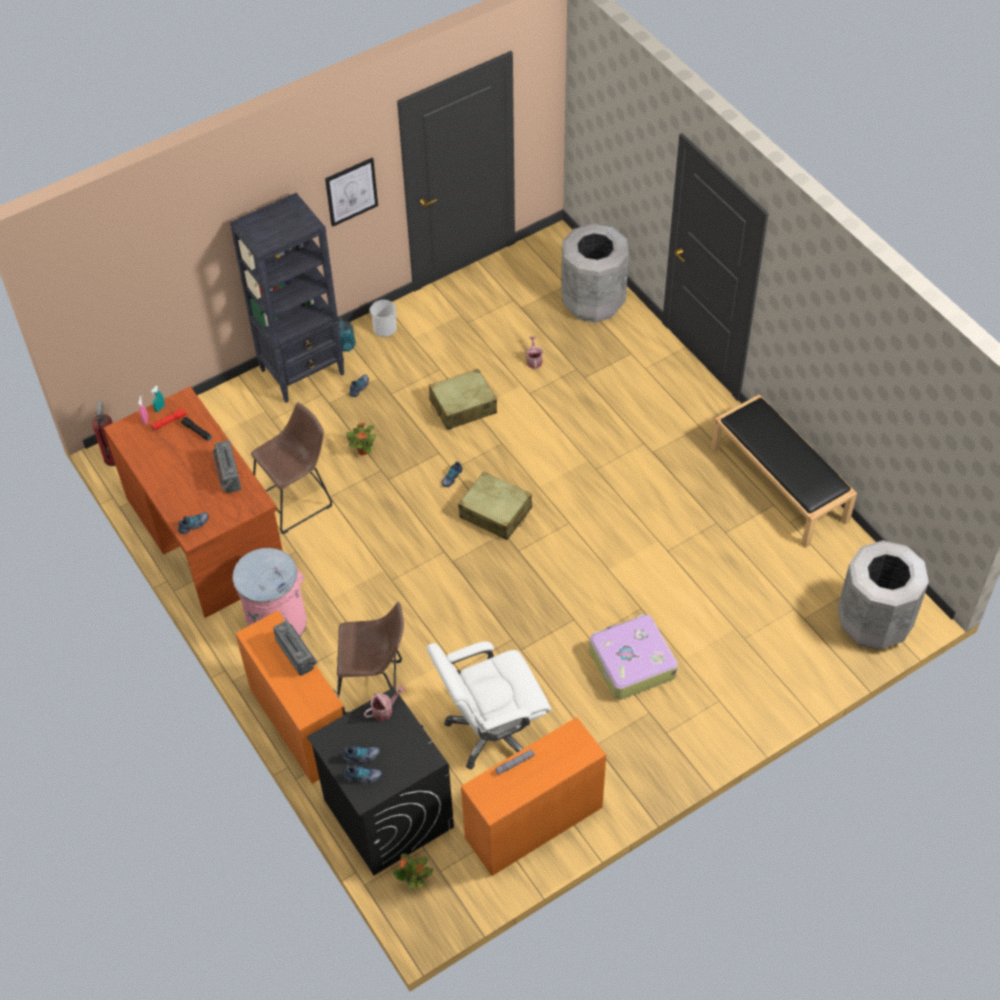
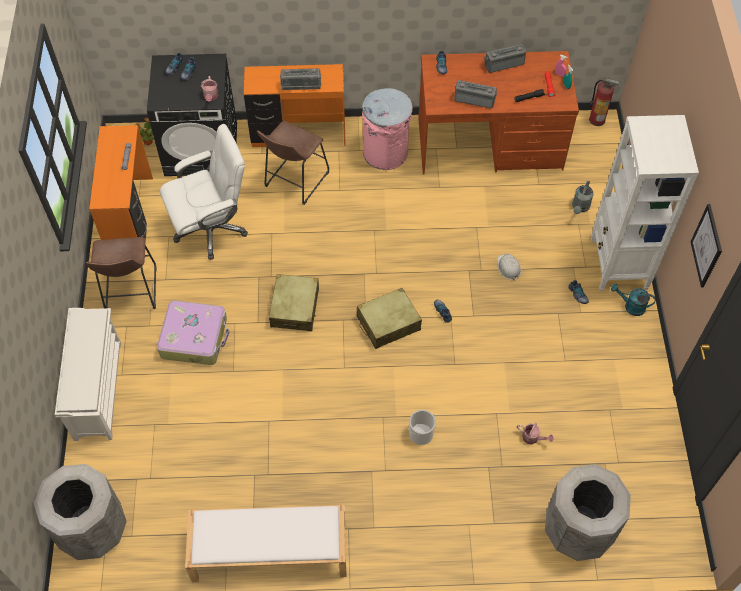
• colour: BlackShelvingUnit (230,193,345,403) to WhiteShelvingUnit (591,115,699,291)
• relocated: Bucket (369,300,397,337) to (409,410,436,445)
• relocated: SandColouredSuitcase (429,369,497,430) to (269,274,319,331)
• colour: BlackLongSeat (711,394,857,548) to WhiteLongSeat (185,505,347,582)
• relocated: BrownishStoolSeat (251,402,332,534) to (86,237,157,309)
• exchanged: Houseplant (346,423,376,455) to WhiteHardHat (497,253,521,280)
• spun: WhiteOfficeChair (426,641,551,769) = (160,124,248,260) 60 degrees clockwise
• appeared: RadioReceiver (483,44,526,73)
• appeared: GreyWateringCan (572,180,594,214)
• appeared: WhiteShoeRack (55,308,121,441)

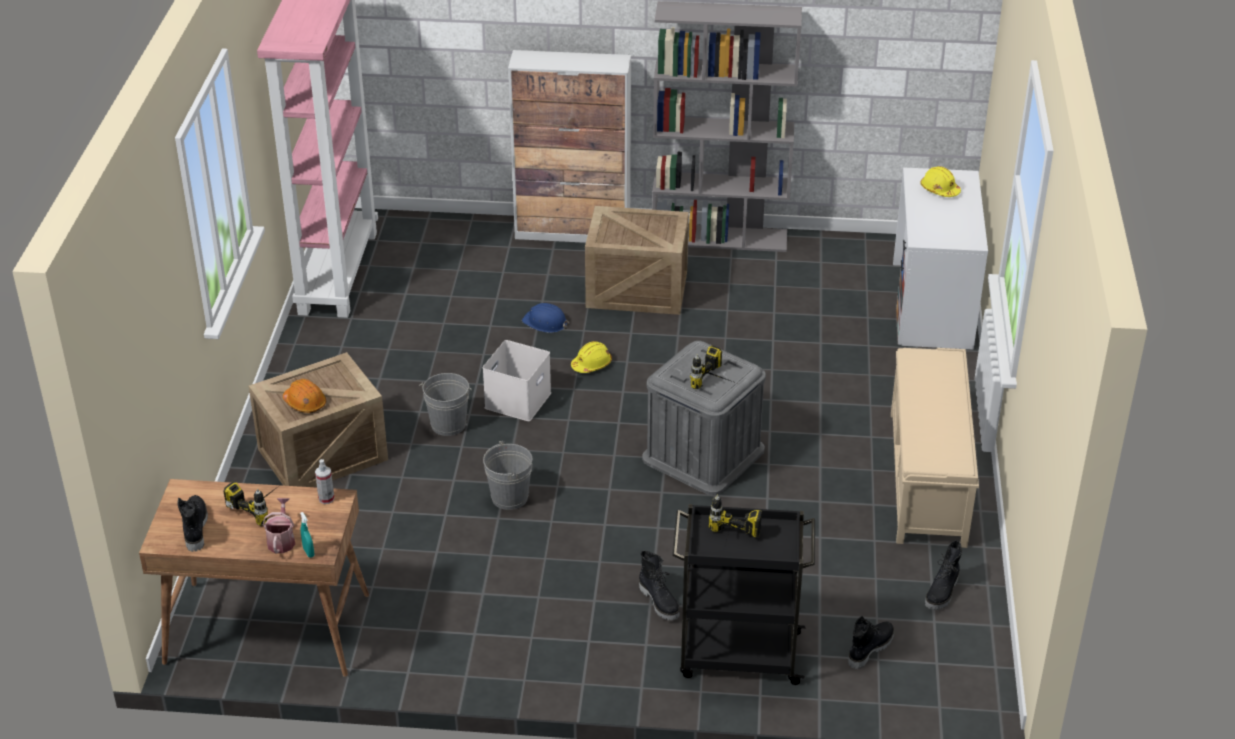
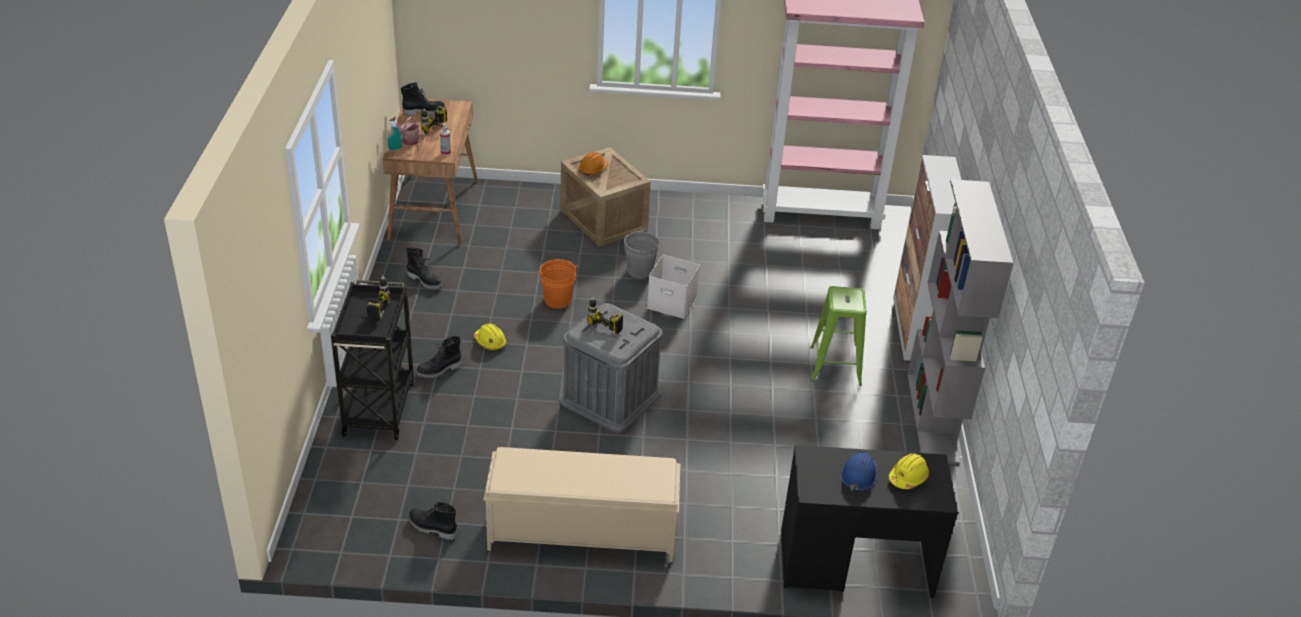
• colour: WhiteDeskTable (893,167,988,350) to BlackDeskTable (781,445,958,598)
• exchanged: Crate (585,206,689,315) to GreenStoolSeat (810,286,867,386)
• relocated: BlueColouredHardHat (522,303,569,333) to (841,452,877,491)
• relocated: YellowHardHat (571,341,612,373) to (474,323,506,350)
• colour: GreyBucket (483,441,532,510) to OrangeyBucket (537,259,578,309)
• spun: WateringCan (262,498,295,553) = (389,116,425,145) 150 degrees counterclockwise
• relocated: BlackTallBoot (848,616,894,669) to (406,248,442,290)

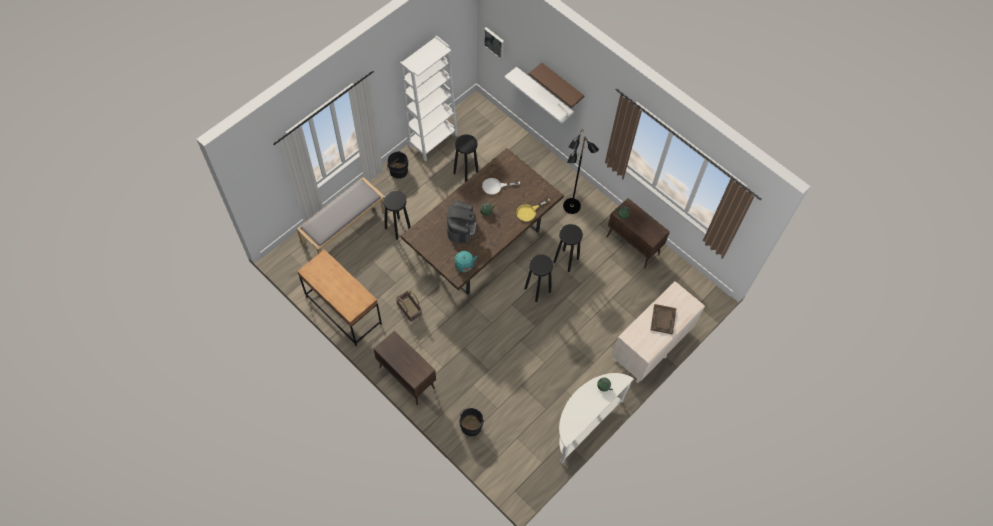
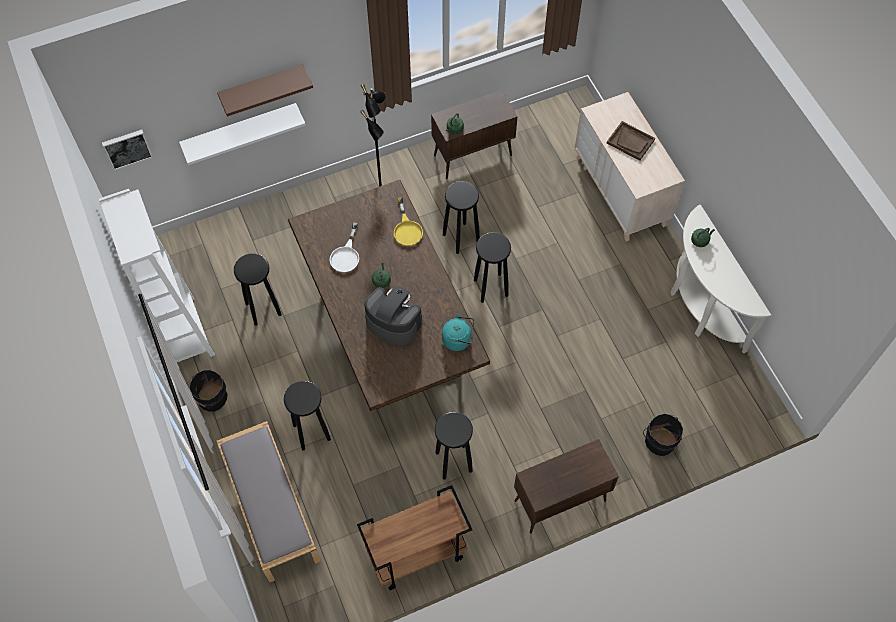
• exchanged: BrownishDeskTable (297,249,382,346) to BrownishTrolley (357,485,472,590)
• exchanged: StorageBasket (396,290,422,322) to BlackStoolSeat (435,412,473,480)

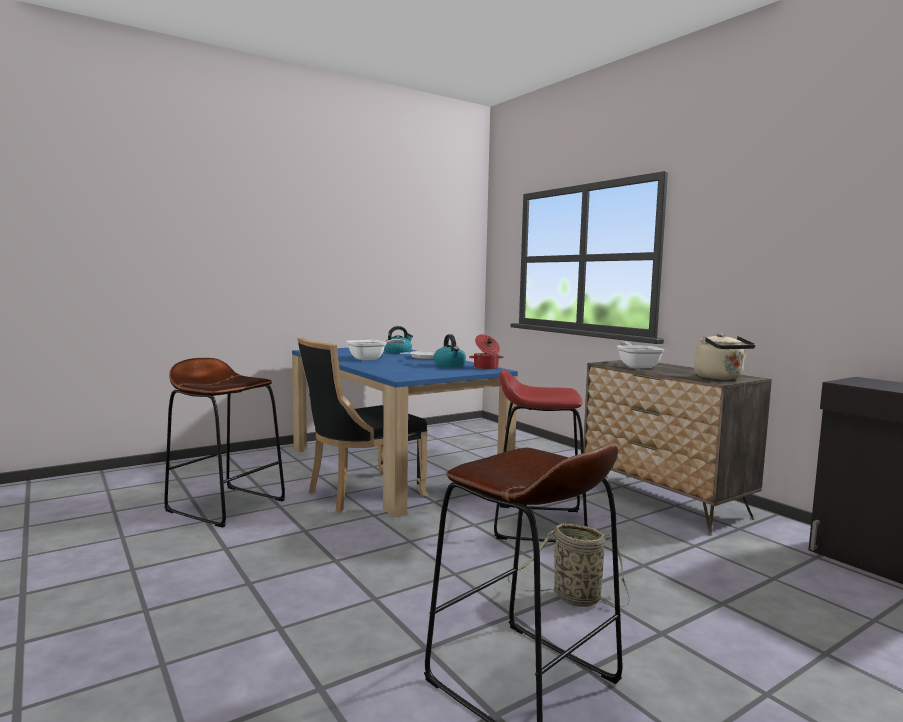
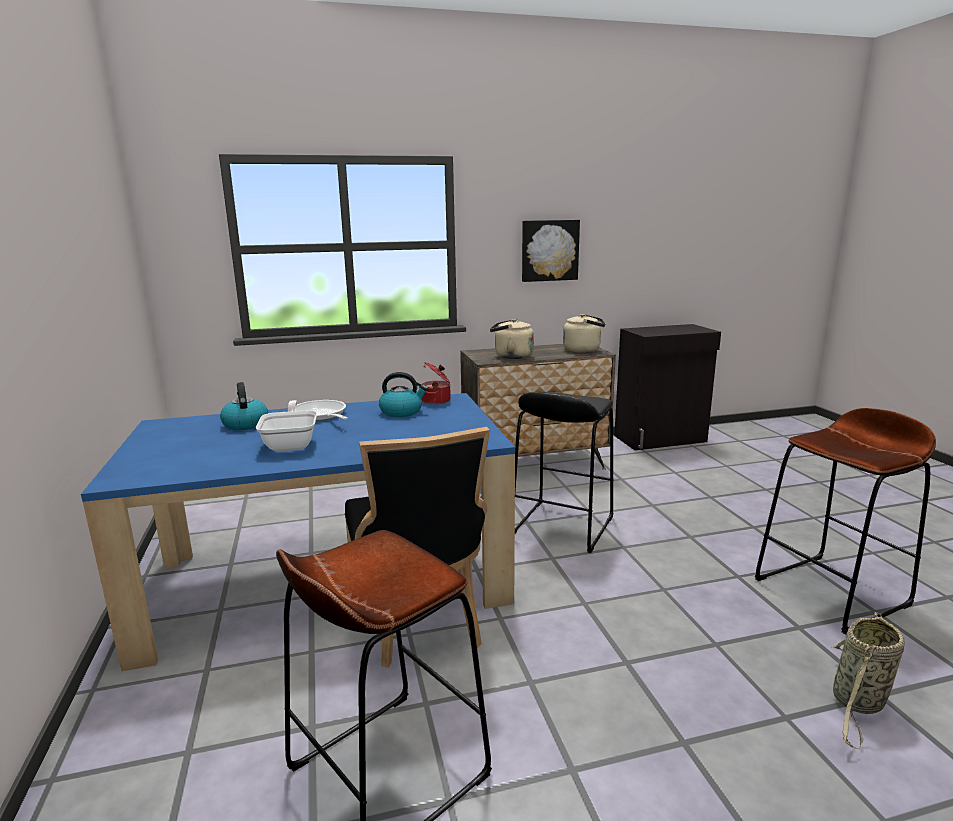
• exchanged: Pan (617,342,665,368) to SandColouredTeaKettle (490,319,534,359)
• colour: RedColouredStoolSeat (494,370,588,542) to BlackStoolSeat (515,392,614,553)
• relocated: StorageBasket (507,524,629,607) to (831,612,905,749)
• appeared: WallArt (522,220,580,282)

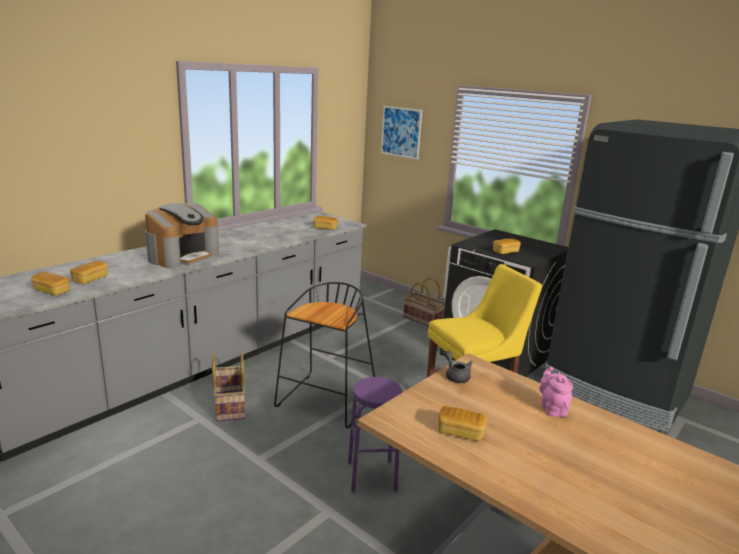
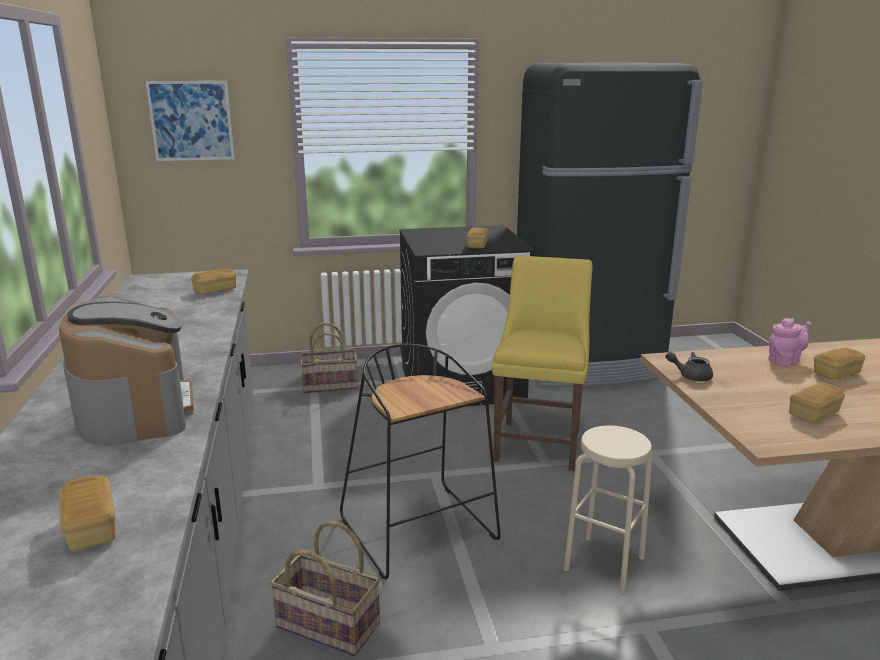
• relocated: Bread (31,272,70,296) to (814,348,865,380)
• spun: PinkishTeaPot (539,367,573,417) = (768,318,812,366) 120 degrees clockwise
• colour: PurplishStoolSeat (348,377,402,493) to SandColouredStoolSeat (564,425,652,593)

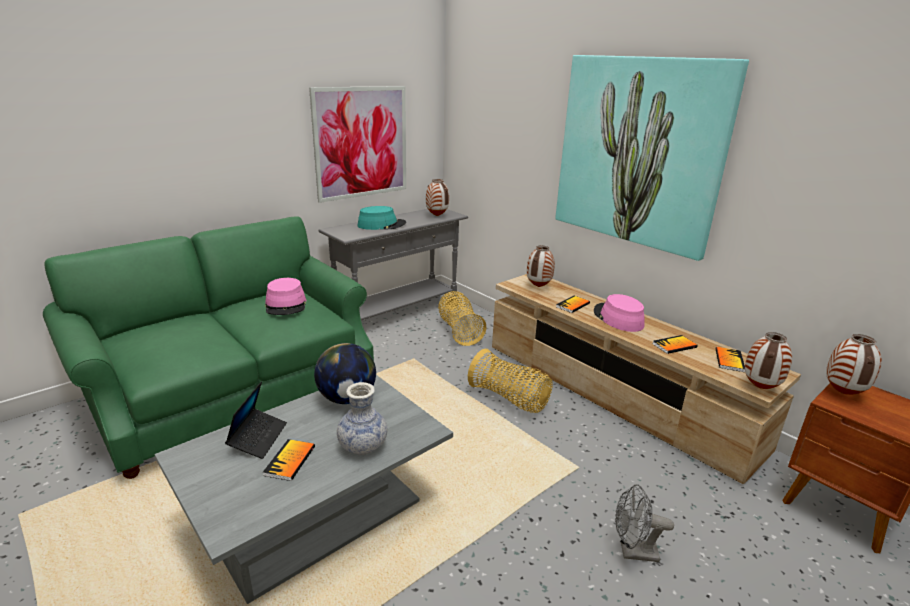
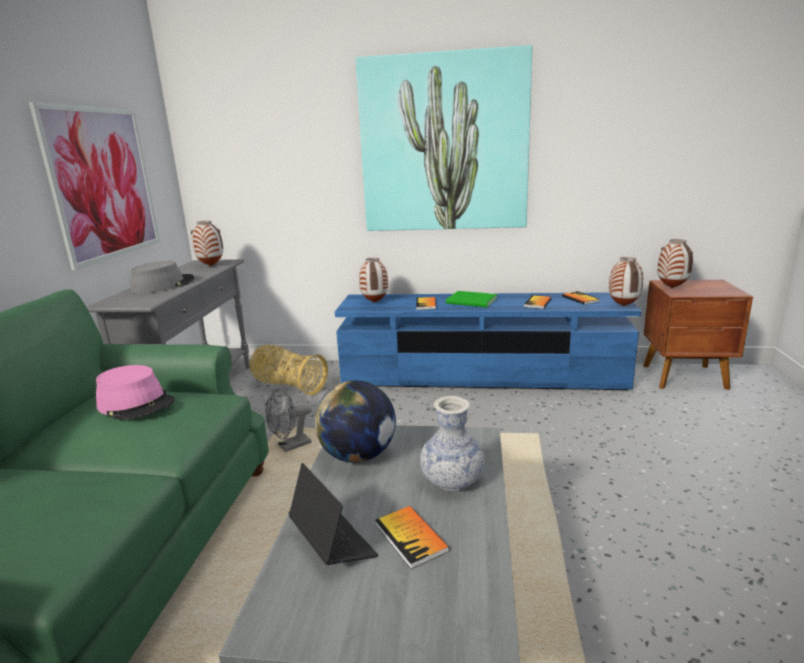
• colour: TurquoiseClothingHat (358,206,406,230) to GreyClothingHat (131,261,194,294)
• colour: SandColouredTvUnit (492,274,801,484) to BlueColouredTvUnit (335,292,641,390)
• exchanged: PinkishClothingHat (594,294,645,332) to GreenBook (446,291,497,307)
• missing: StorageBasket (468,349,553,413)
• relocated: GreyFan (615,484,674,562) to (265,389,312,452)

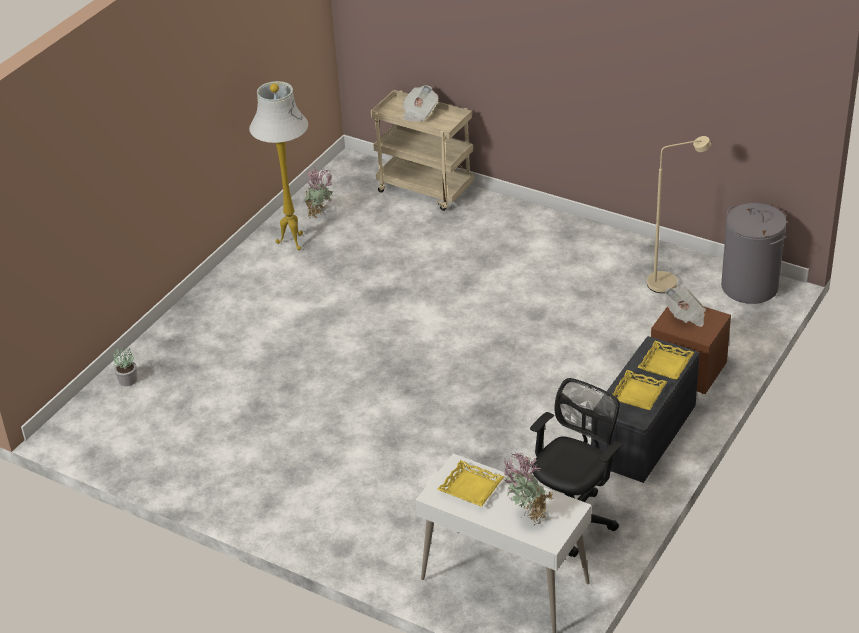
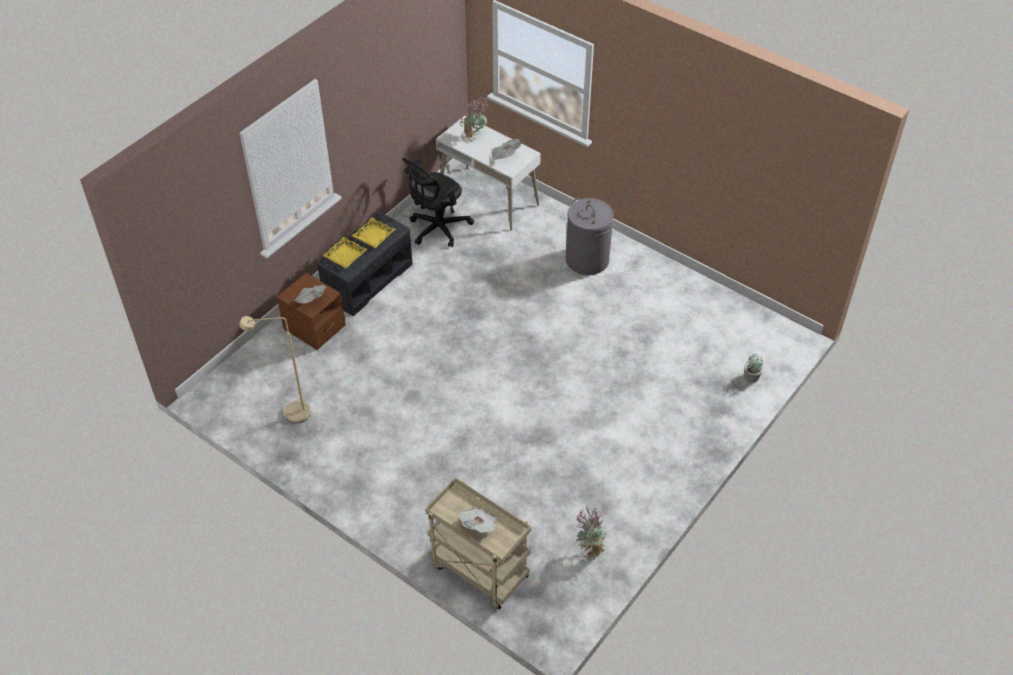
• missing: WhiteFloorLamp (249,81,308,250)
• relocated: GreyHamper (721,203,787,304) to (566,198,614,275)
• exchanged: YellowServingTray (437,460,504,507) to Newspaper (491,139,521,160)

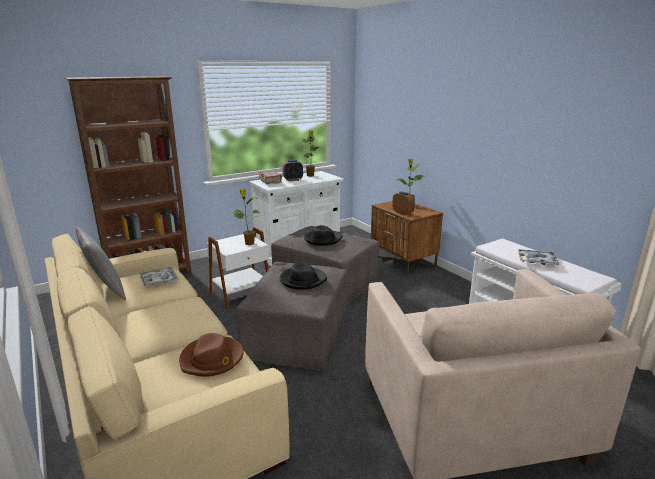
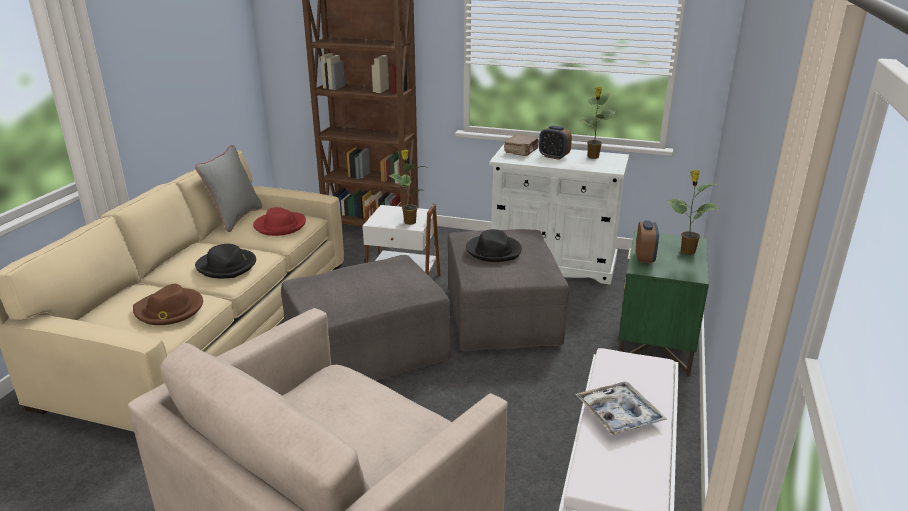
• colour: BrownishNightstand (371,201,443,277) to GreenNightstand (618,230,709,377)
• relocated: BlackClothingHat (279,262,327,290) to (195,244,256,278)
• exchanged: ServingTray (139,267,179,287) to RedColouredClothingHat (253,207,306,236)

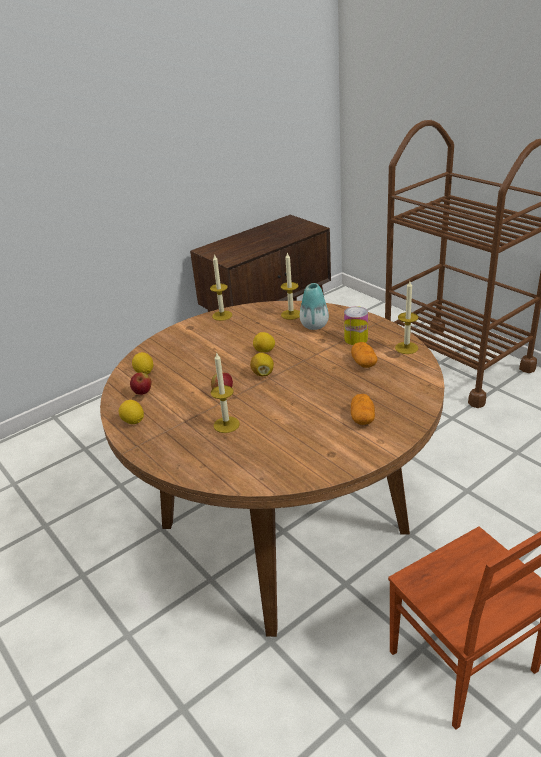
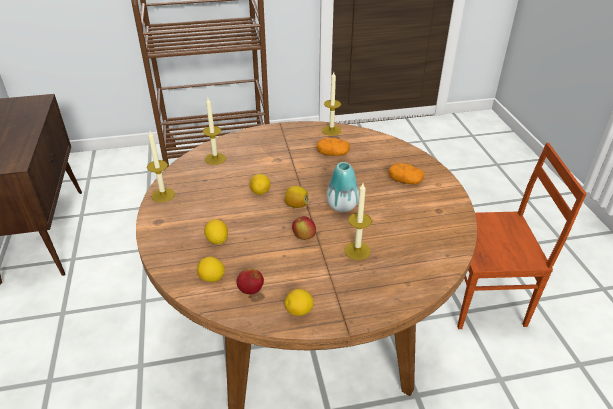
• relocated: Vase (300,283,329,330) to (327,162,359,212)
• missing: SealedCan (344,306,368,345)
• appeared: CitrusFruit (204,219,228,244)

